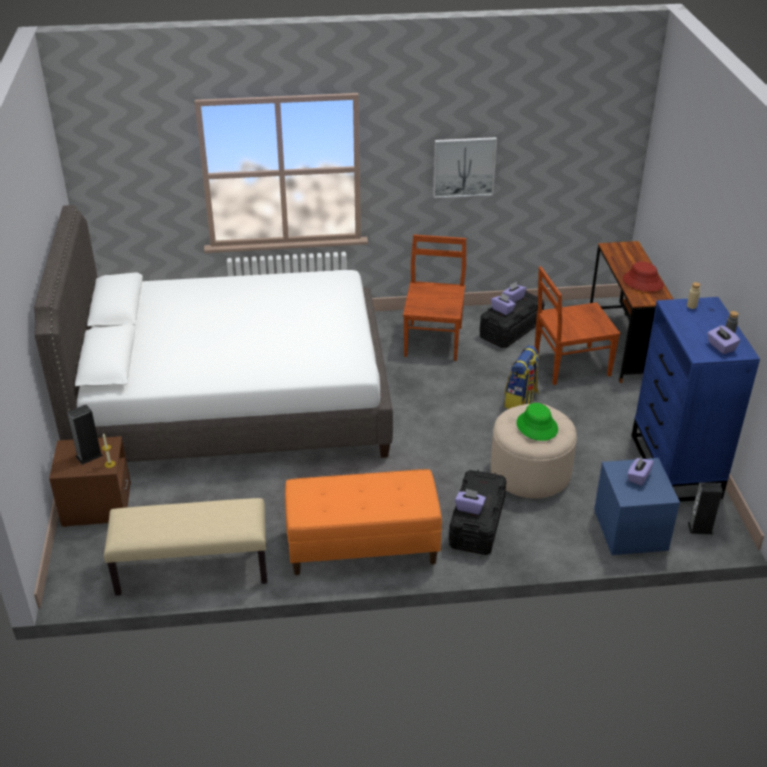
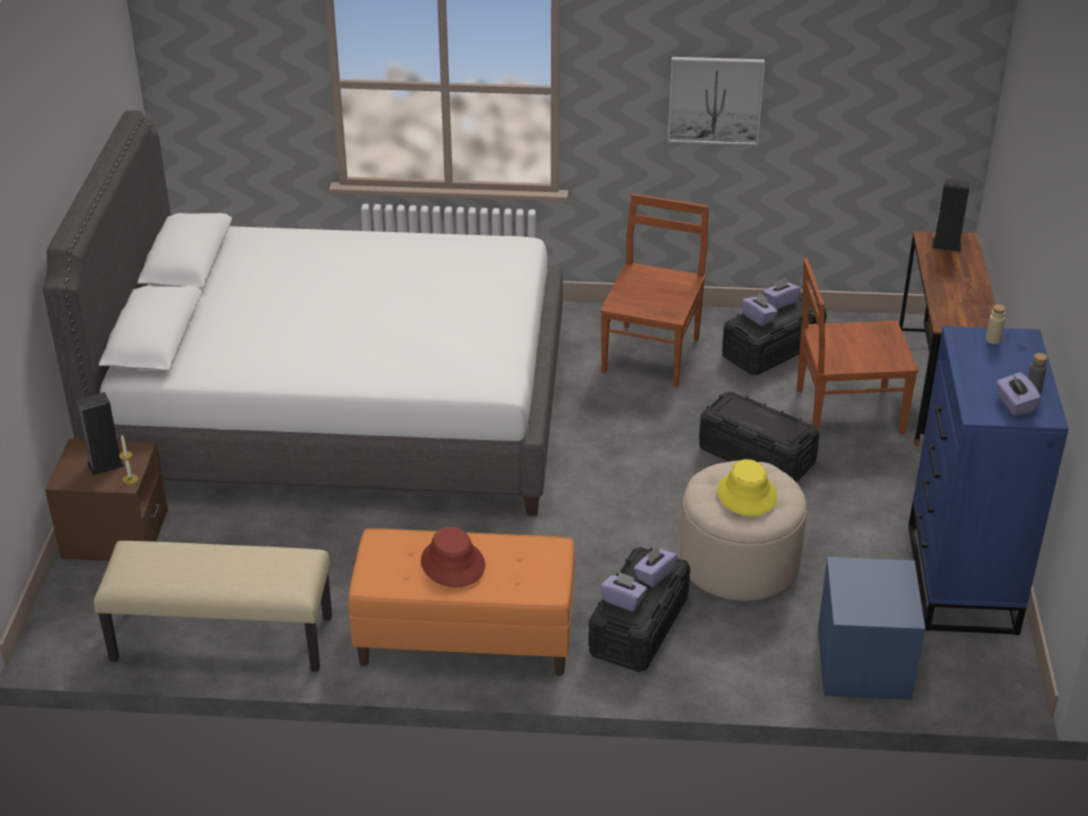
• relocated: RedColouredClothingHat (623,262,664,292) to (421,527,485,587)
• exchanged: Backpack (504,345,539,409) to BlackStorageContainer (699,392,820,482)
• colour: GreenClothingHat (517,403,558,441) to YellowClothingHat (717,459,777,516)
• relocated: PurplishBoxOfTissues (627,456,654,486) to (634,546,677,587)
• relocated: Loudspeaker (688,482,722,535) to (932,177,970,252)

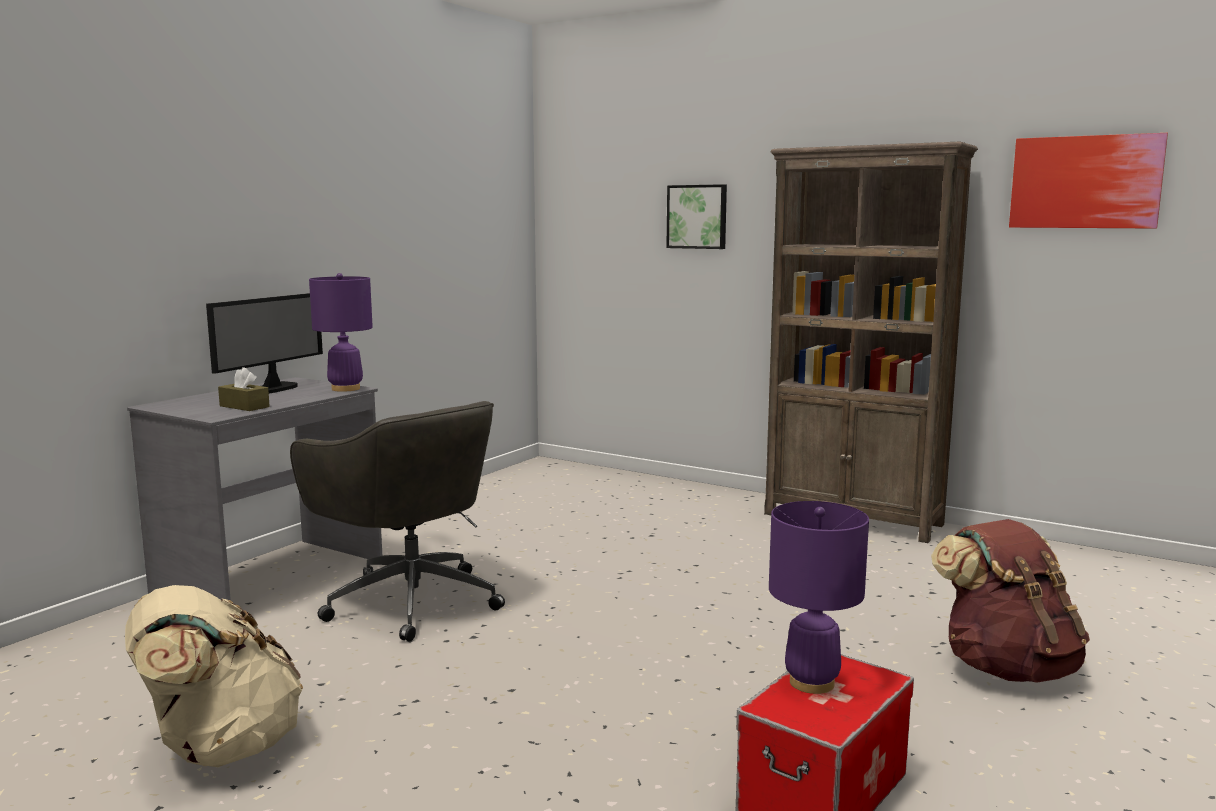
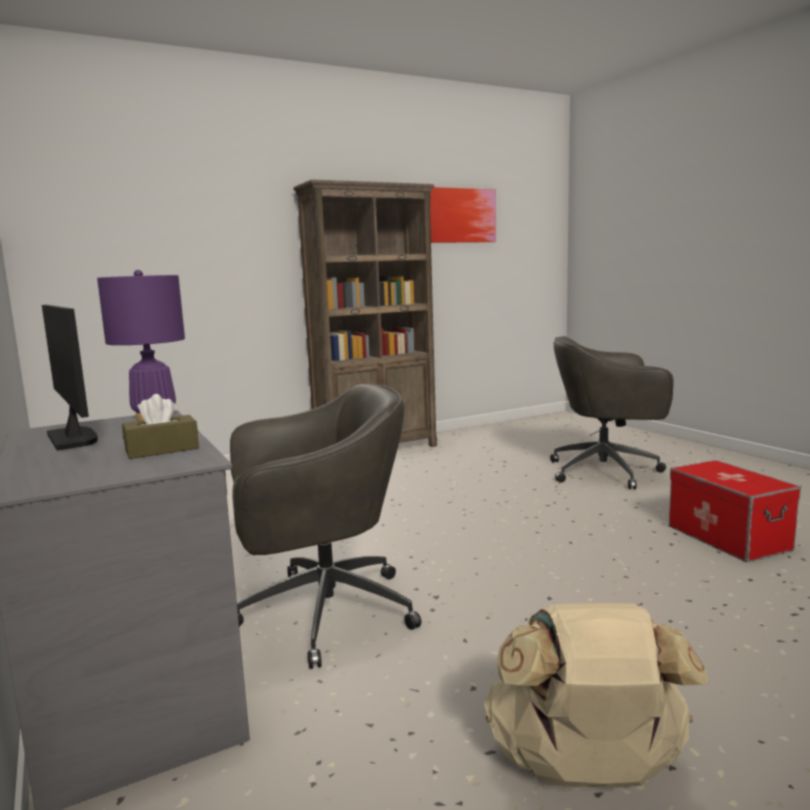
• missing: WallArt (666,184,727,249)
• missing: PurplishTabletopLamp (769,501,869,694)
• exchanged: BrownishBackpack (931,519,1090,683) to GreyOfficeChair (550,336,674,490)

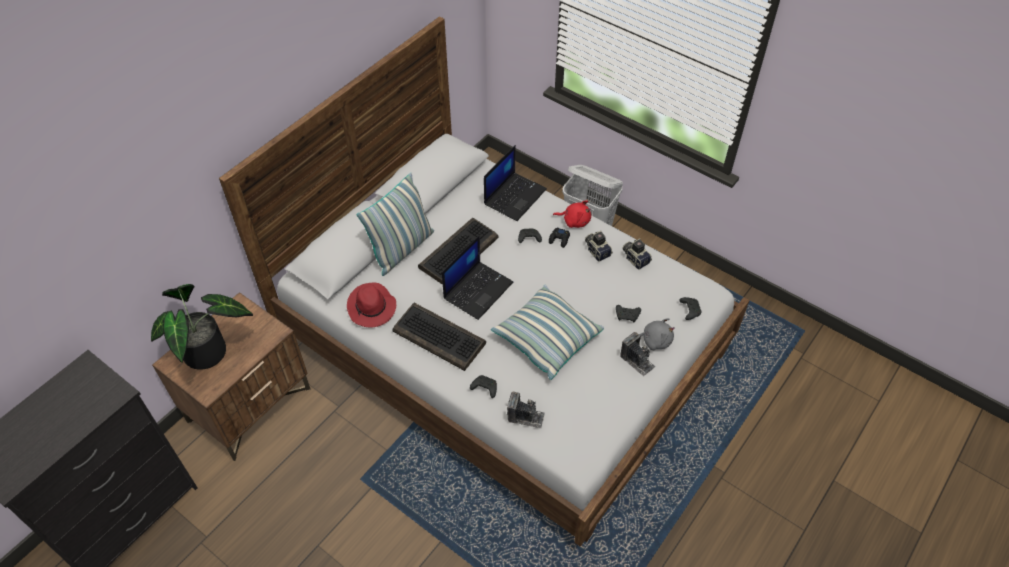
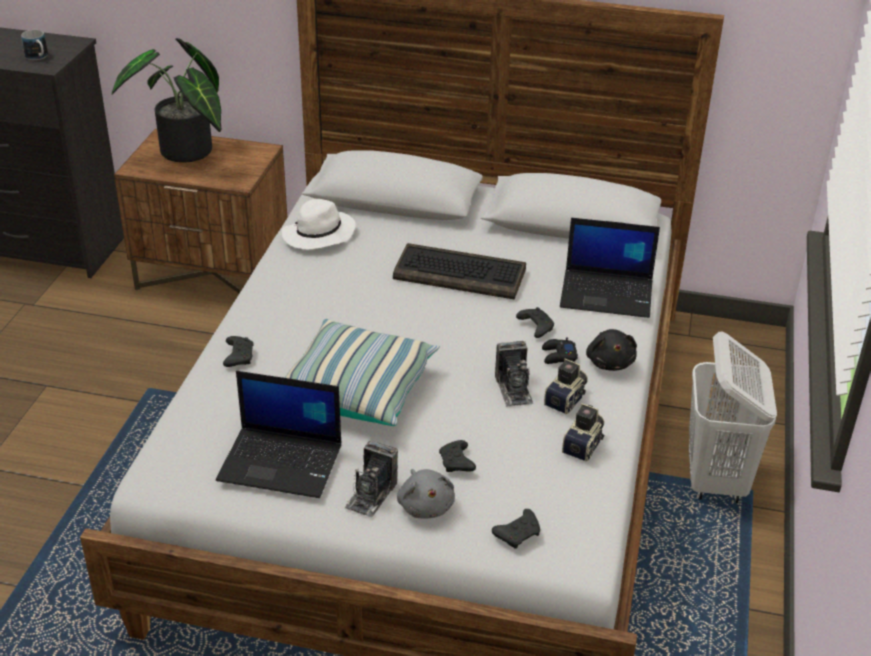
• missing: Pillow (357,172,434,276)
• colour: RedColouredCuddlyToy (553,200,591,228) to BlackCuddlyToy (586,329,637,371)
• relocated: NotebookComputer (442,235,513,320) to (216,371,341,498)
• colour: RedColouredClothingHat (347,283,396,327) to WhiteClothingHat (282,199,355,249)
• missing: Keyboard (392,303,486,371)
• relocated: StillCamera (507,391,545,429) to (495,341,533,407)
• appeared: TeaMug (21,30,48,60)

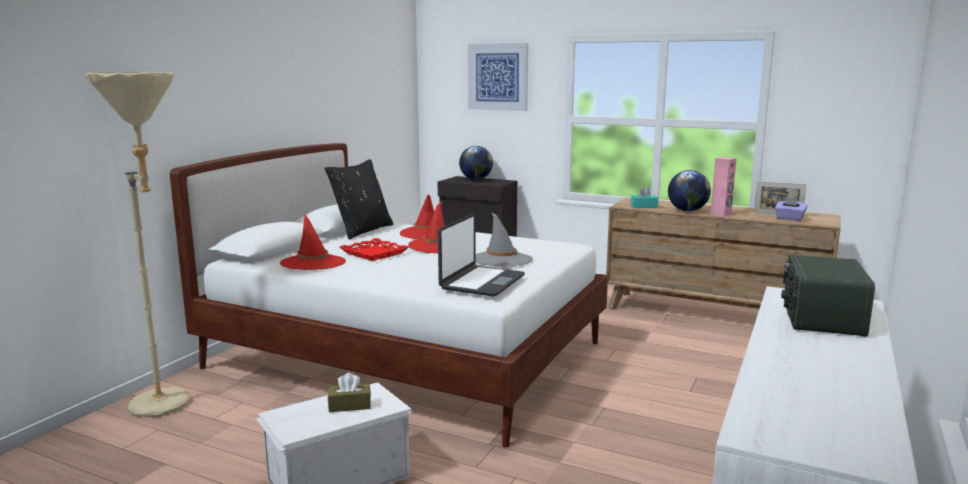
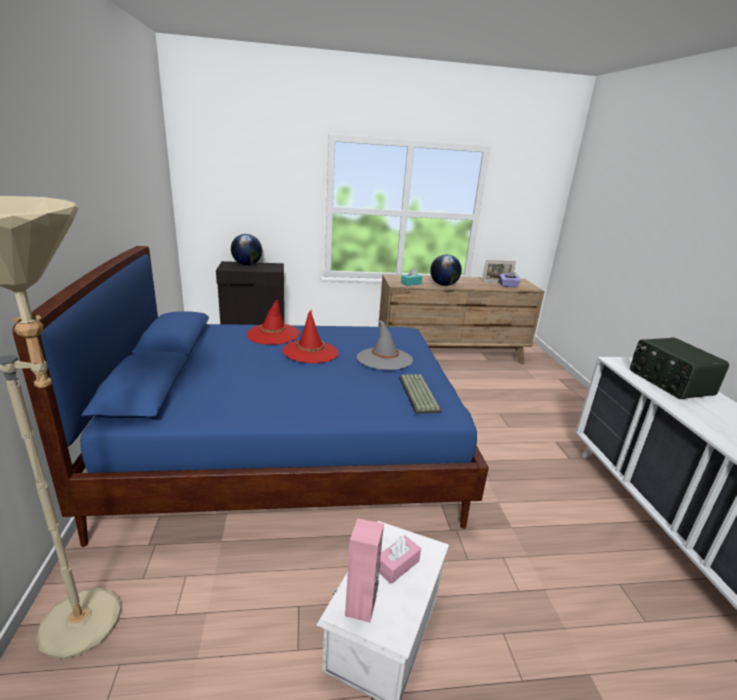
• missing: WallArt (468,43,528,111)
• colour: WhiteBed (170,143,608,448) to BlueColouredBed (13,246,489,547)
• relocated: PinkishLoudspeaker (711,157,737,217) to (345,518,384,623)
• missing: BlackPillow (325,159,393,240)
• exchanged: NotebookComputer (438,213,525,297) to Keyboard (399,374,442,414)
• missing: RedColouredClothingHat (280,215,346,270)
• missing: RedColouredServingTray (340,238,409,261)
• colour: BrownishBoxOfTissues (328,373,371,412) to PinkishBoxOfTissues (379,536,421,584)

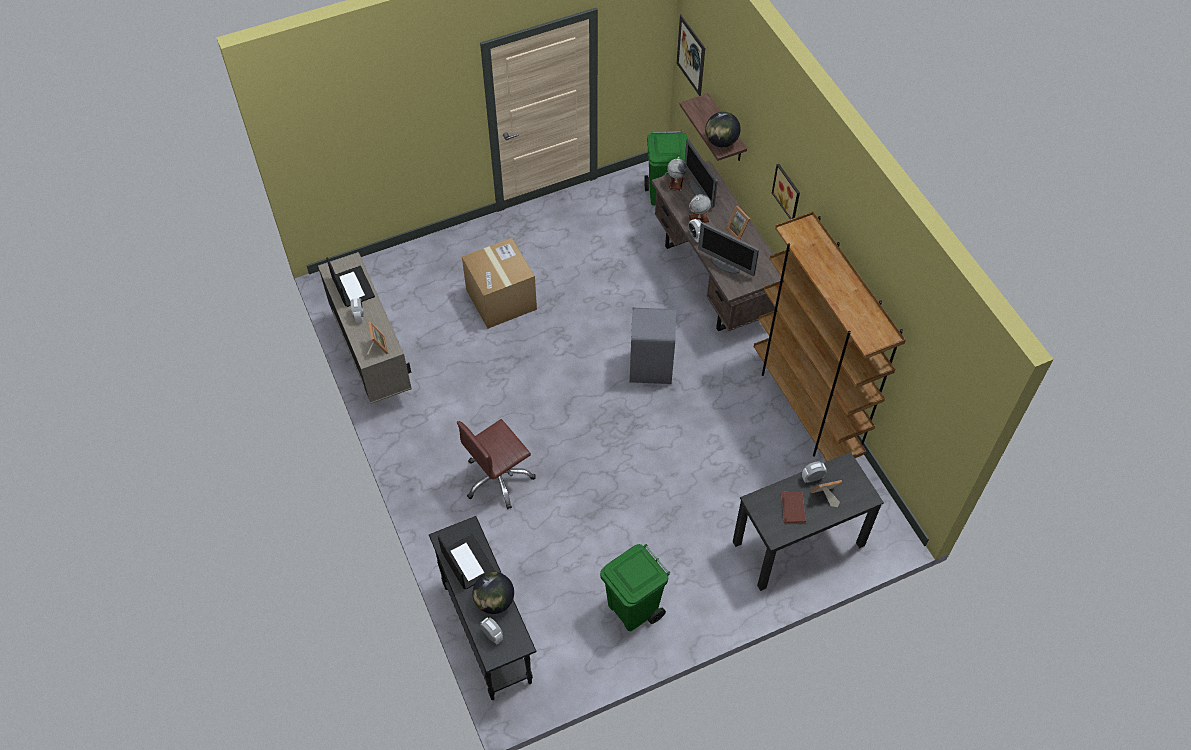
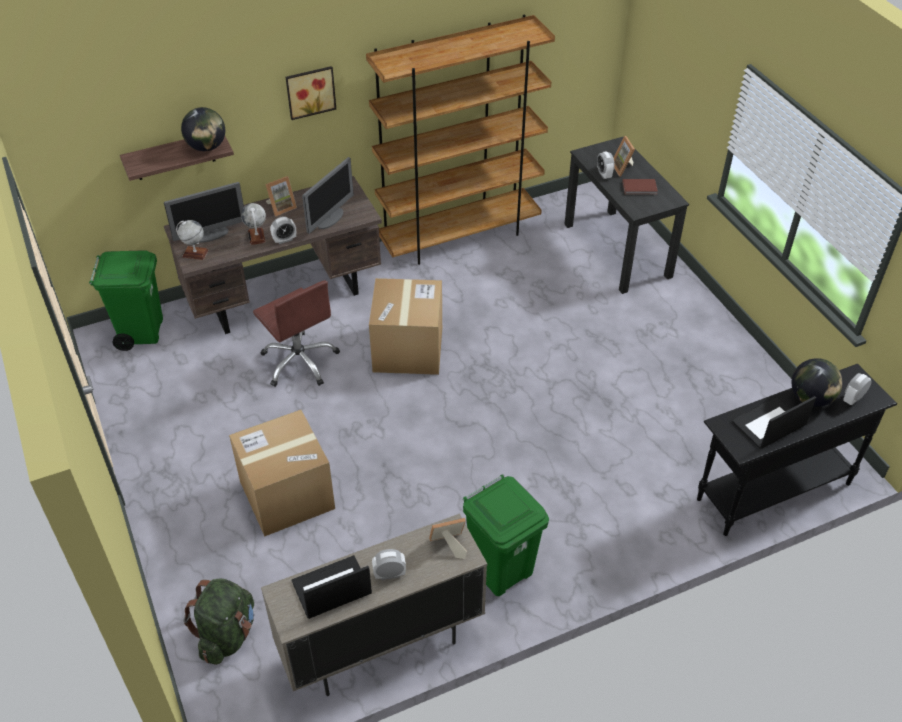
• missing: WallArt (677,14,705,96)
• exchanged: GreyRubbishBin (630,308,676,384) to Carton (369,278,442,375)
• relocated: BrownishOfficeChair (457,419,536,509) to (253,280,340,387)
• relocated: GreenRubbishBin (600,544,670,631) to (463,475,549,596)
• appeared: GreenBackpack (183,578,254,665)

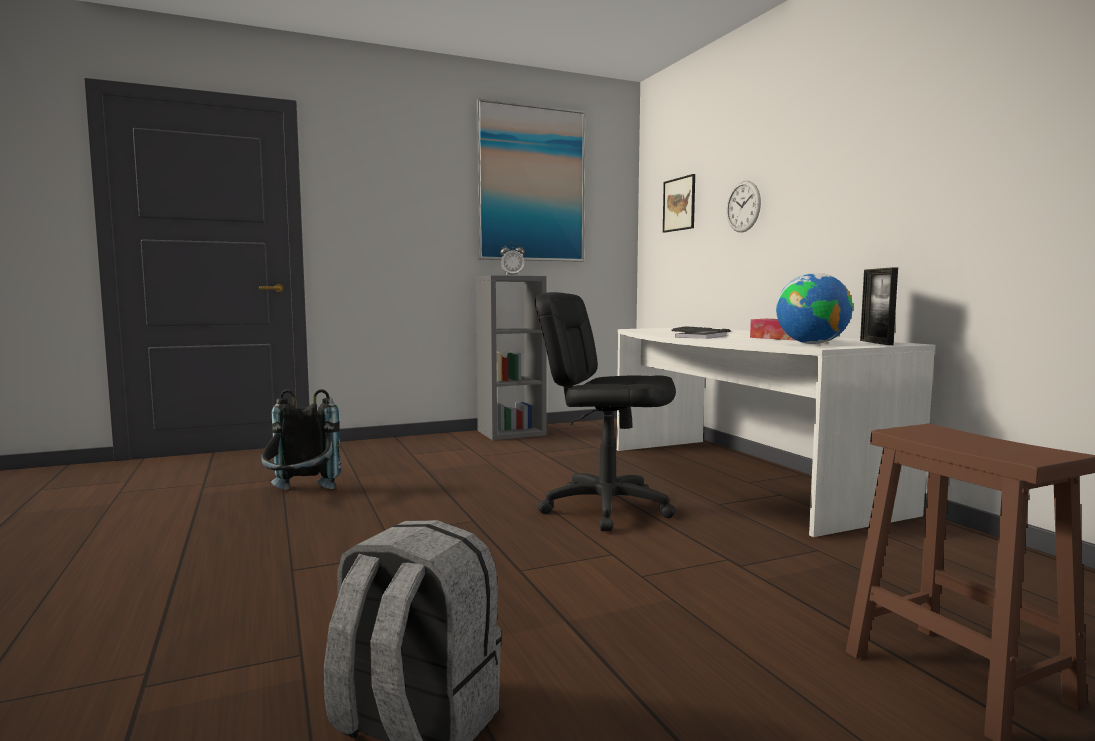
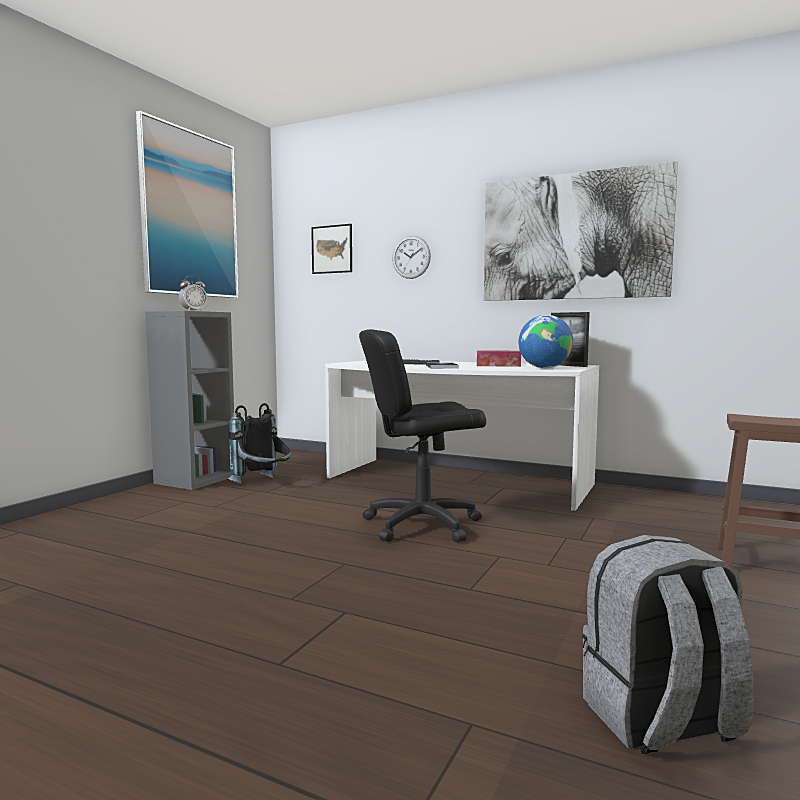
• relocated: BlackBackpack (261,389,341,490) to (228,403,291,484)
• appeared: WallArt (484,161,678,301)

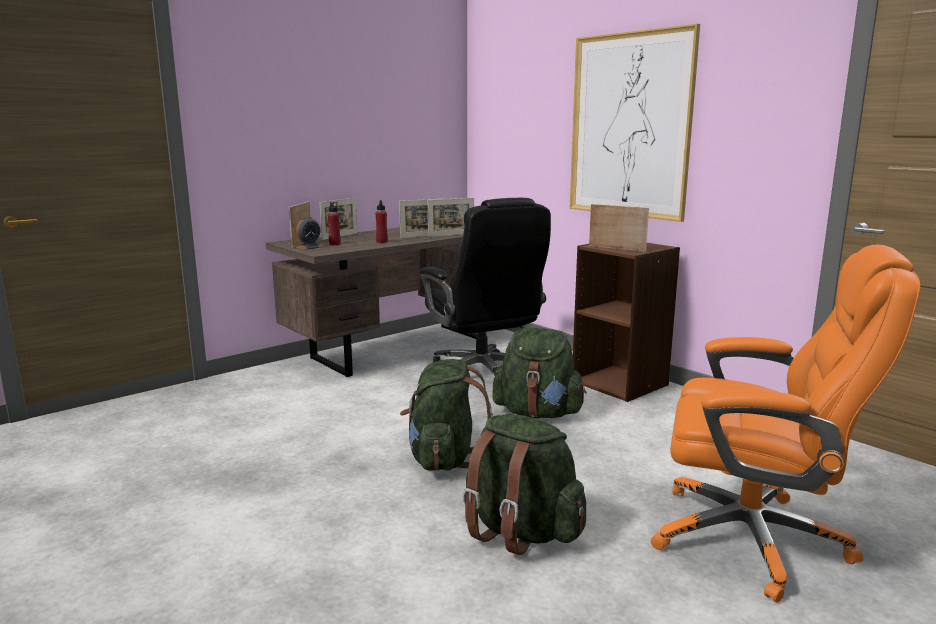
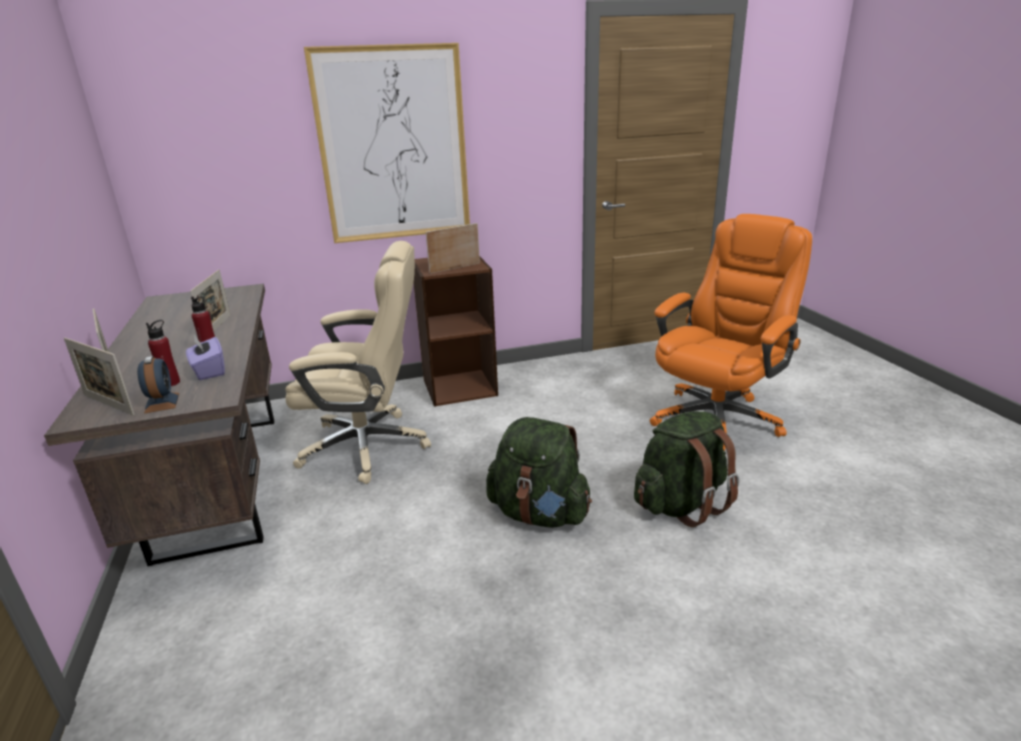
• colour: BlackOfficeChair (419,198,551,375) to SandColouredOfficeChair (285,241,431,484)
• missing: PictureFrame (428,198,474,237)
• missing: GreenBackpack (492,328,587,418)
• appeared: PurplishBoxOfTissues (186,334,225,380)

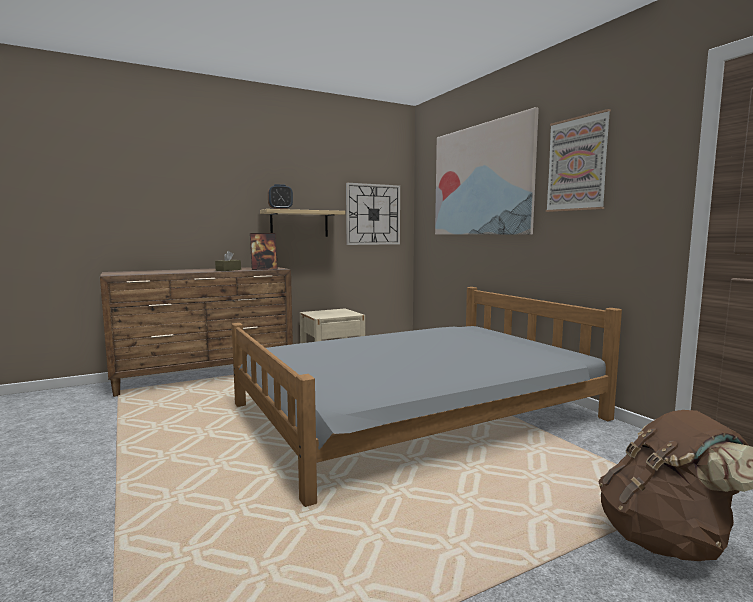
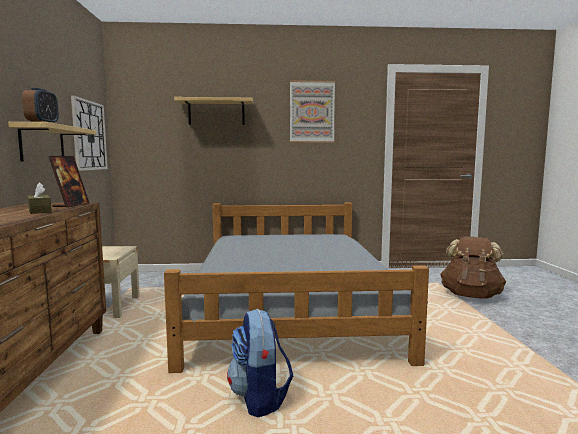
• exchanged: WallArt (435,107,539,235) to BracketShelf (174,97,253,125)
• appeared: Backpack (227,309,293,417)

